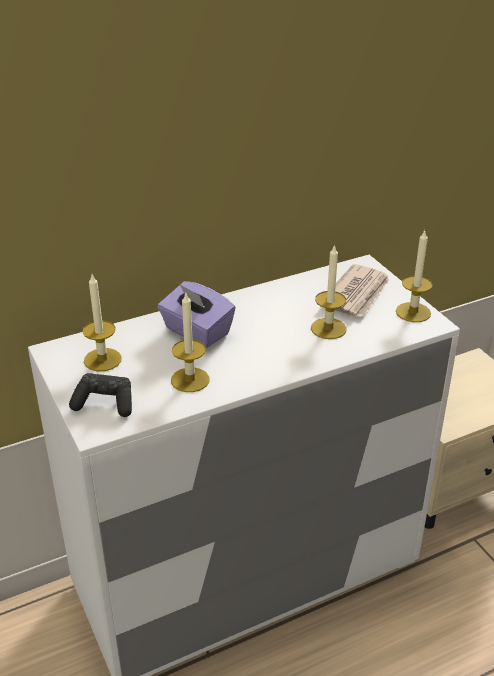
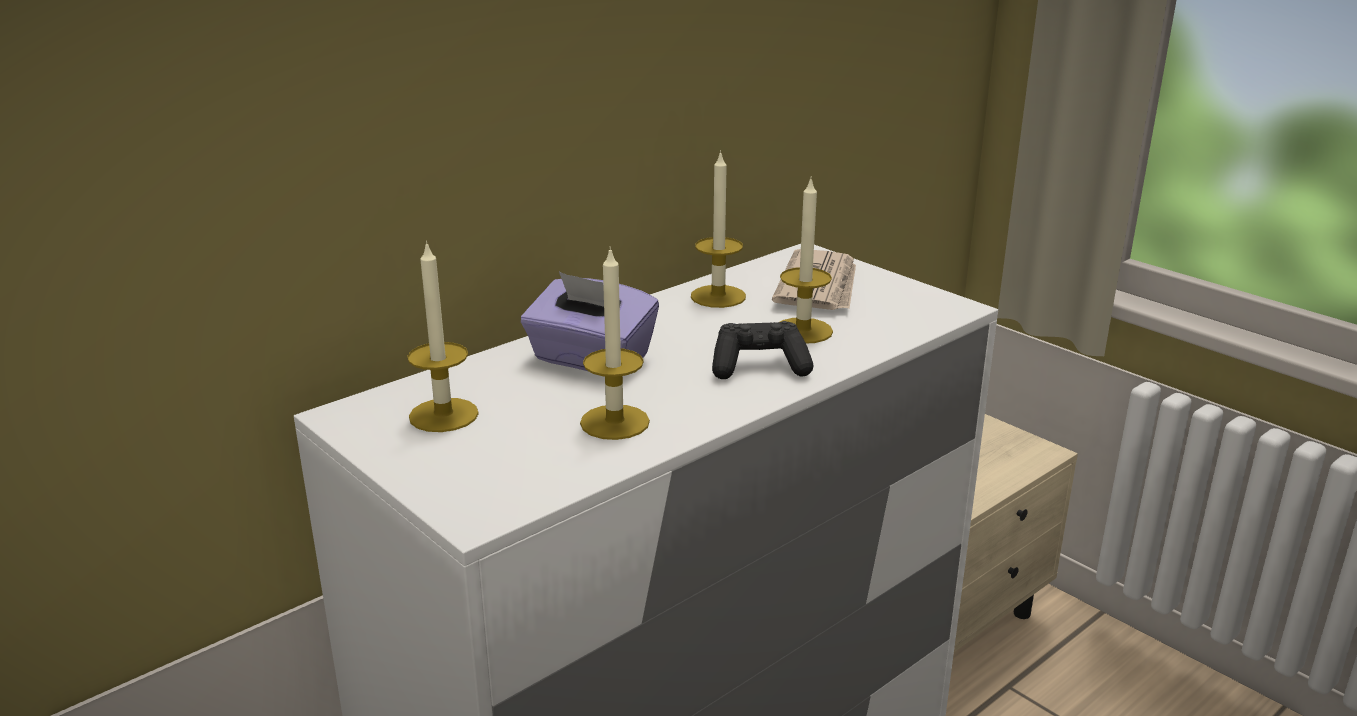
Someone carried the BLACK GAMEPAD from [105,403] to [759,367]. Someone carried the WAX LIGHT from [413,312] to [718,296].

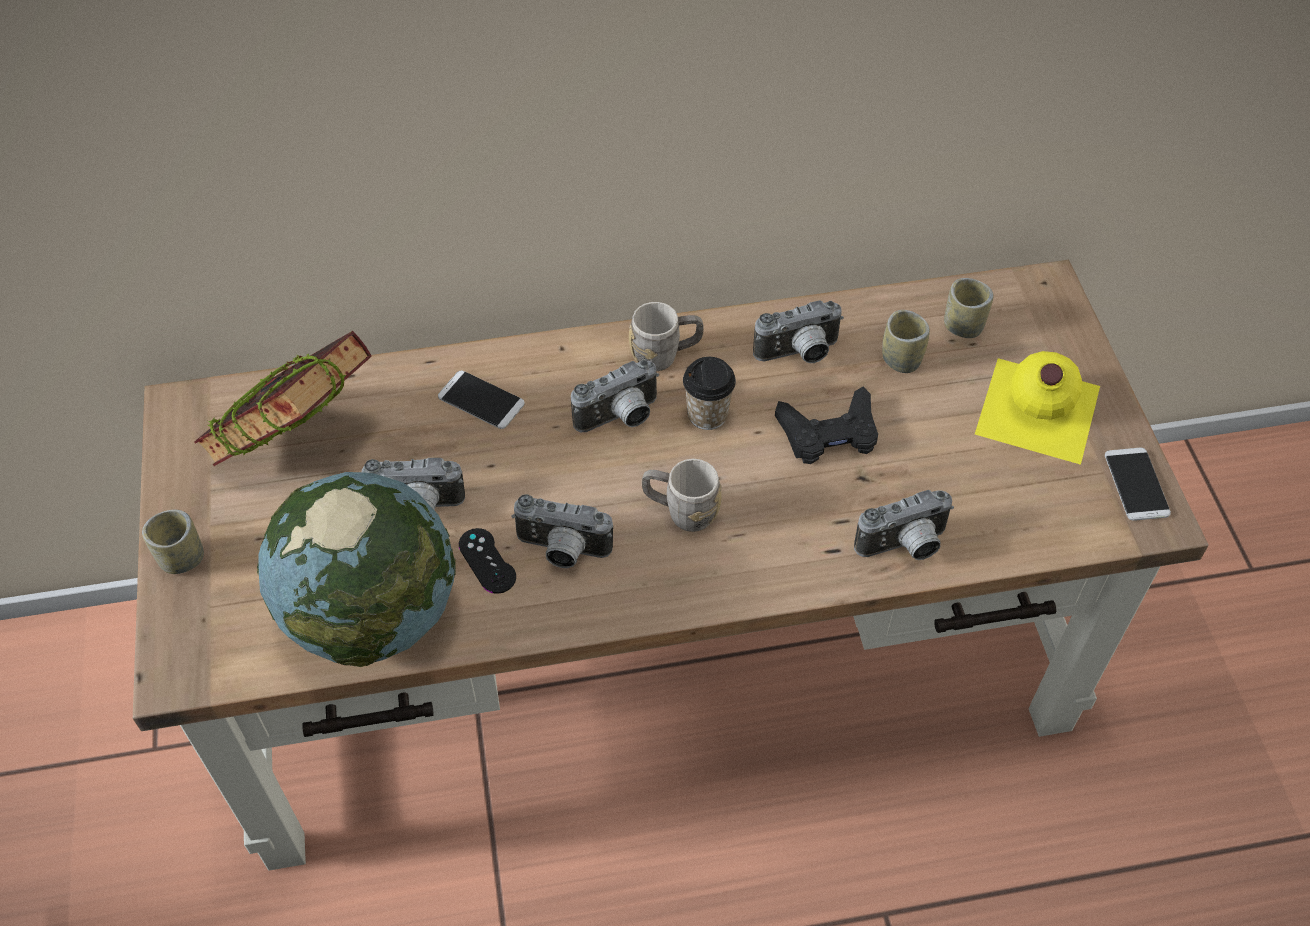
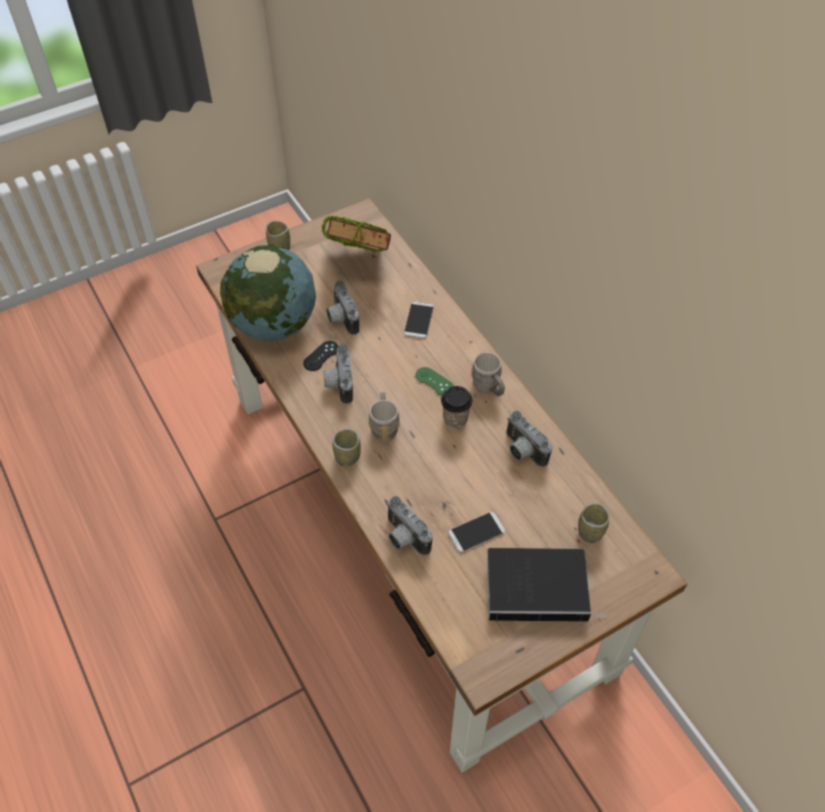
Someone took away the BLACK GAMEPAD at [829,433]. Someone carried the SMALL CUP from [901,359] to [347,457]. Someone carried the TELEPHONE from [1136,484] to [476,532]. Someone swapped the PHOTO CAMERA at [620,418] for the GREEN GAMEPAD at [434,381]. Someone swapped the YELLOWISH BOTTLE at [1035,410] for the BOOK at [539,587].

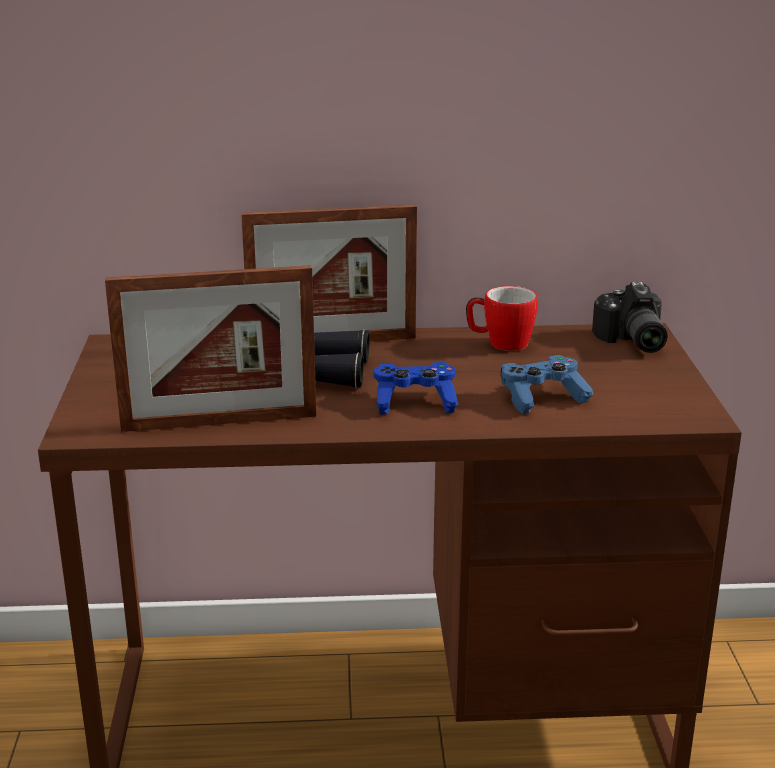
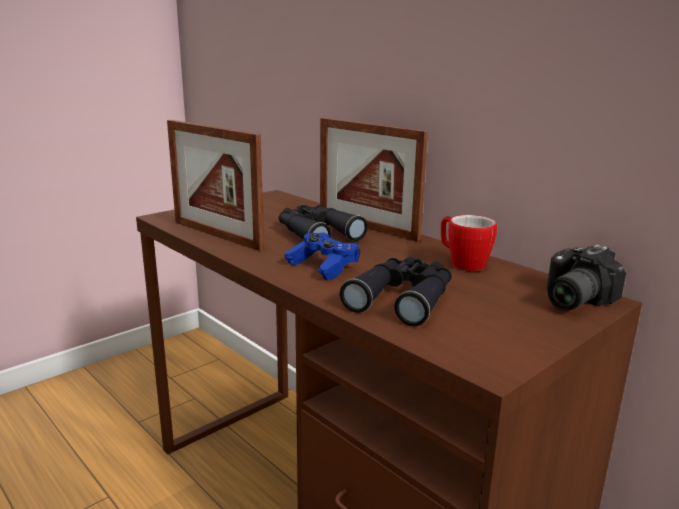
Someone swapped the BLUE GAMEPAD at [543,398] for the BLACK PAIR OF BINOCULARS at [403,299].

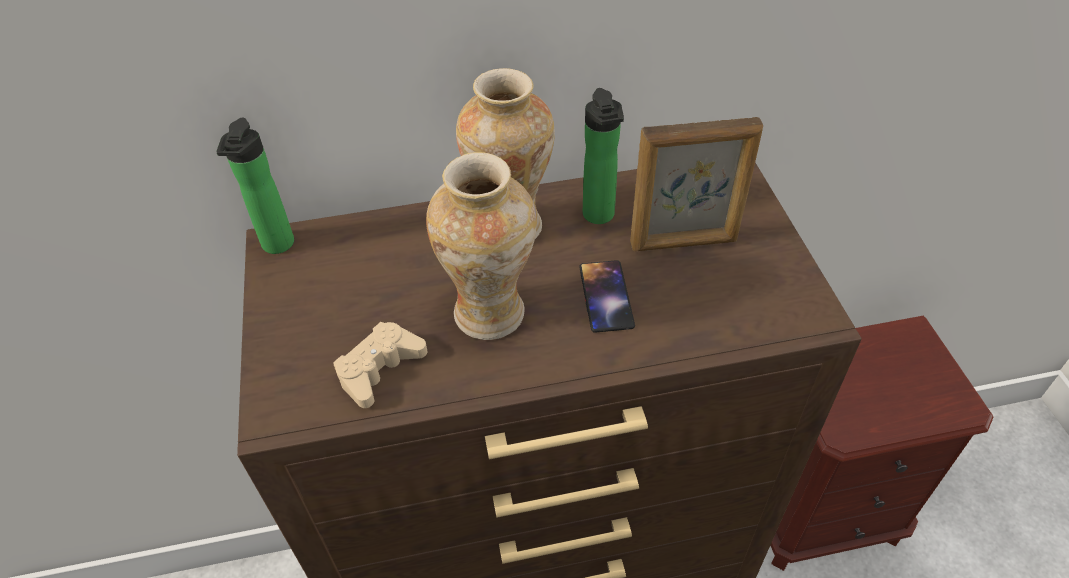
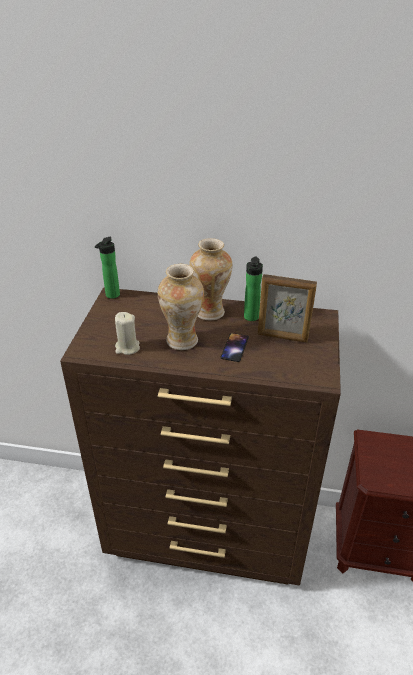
Someone swapped the SAND-COLOURED GAMEPAD at [379,369] for the SAND-COLOURED WAX LIGHT at [127,347].

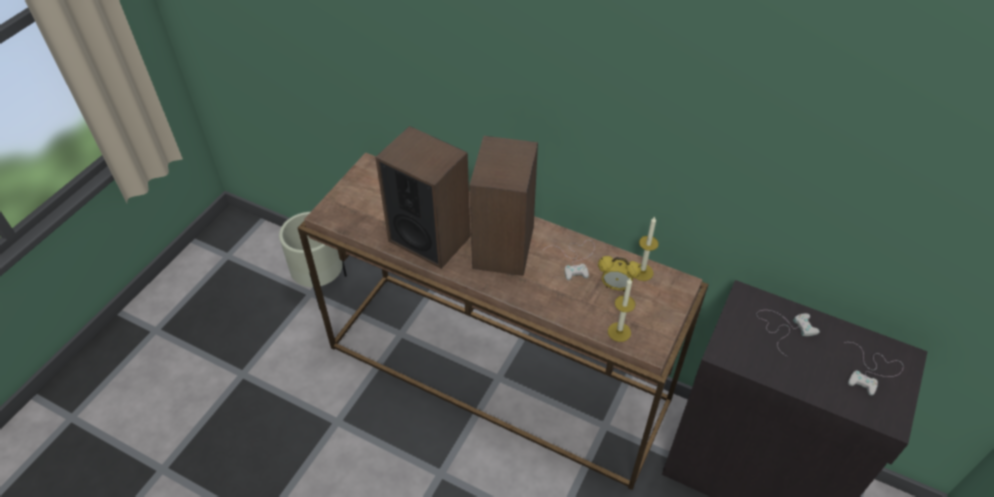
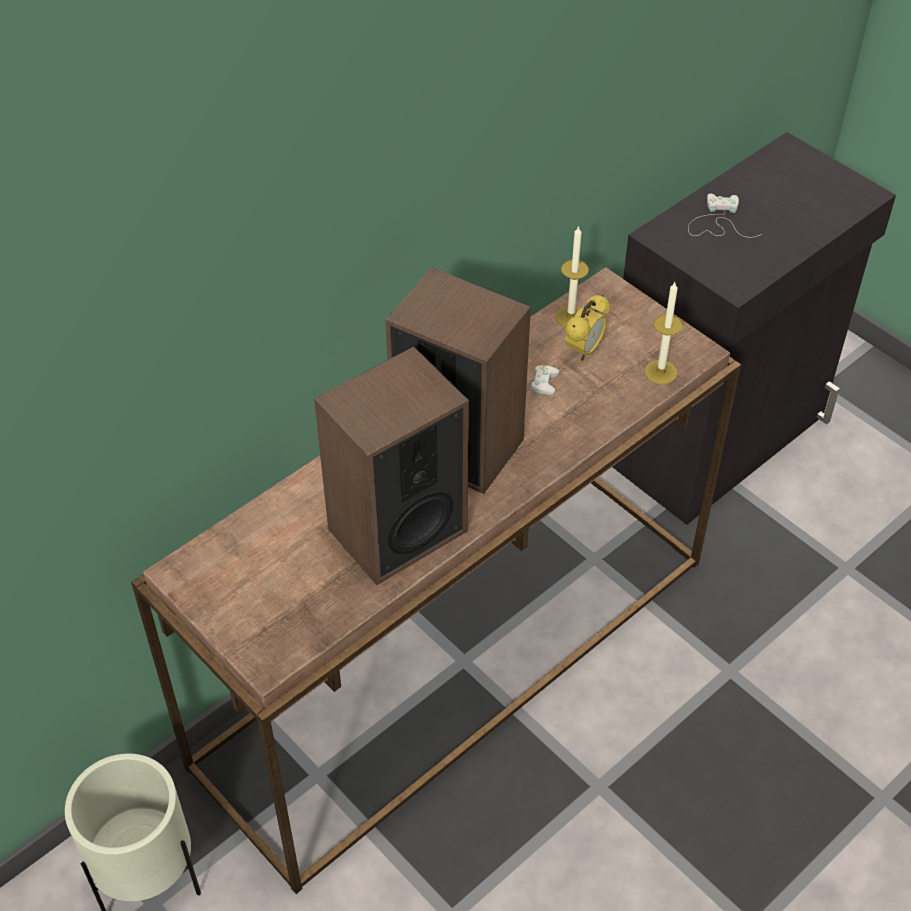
Someone took away the WHITISH GAMEPAD at [872,370].

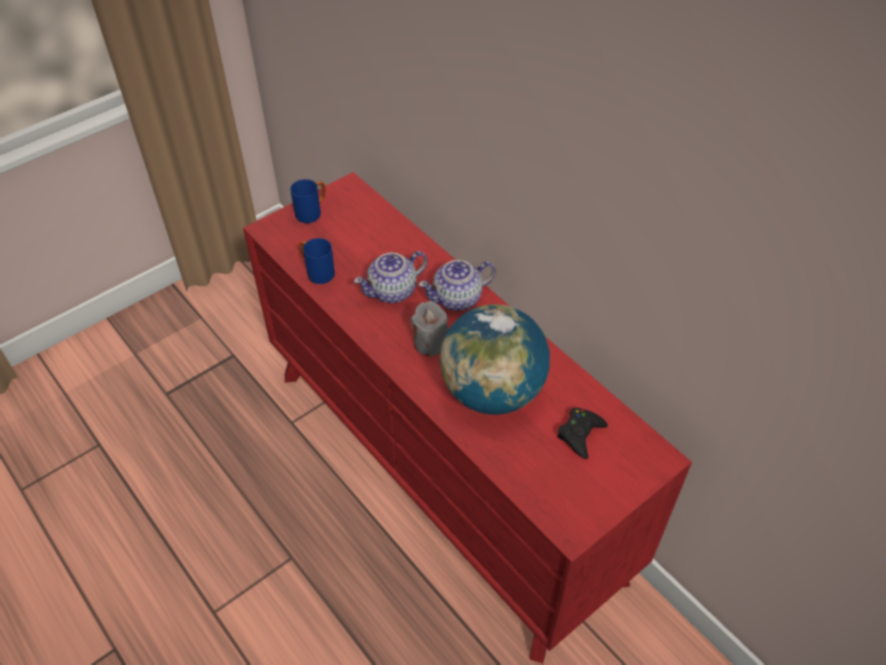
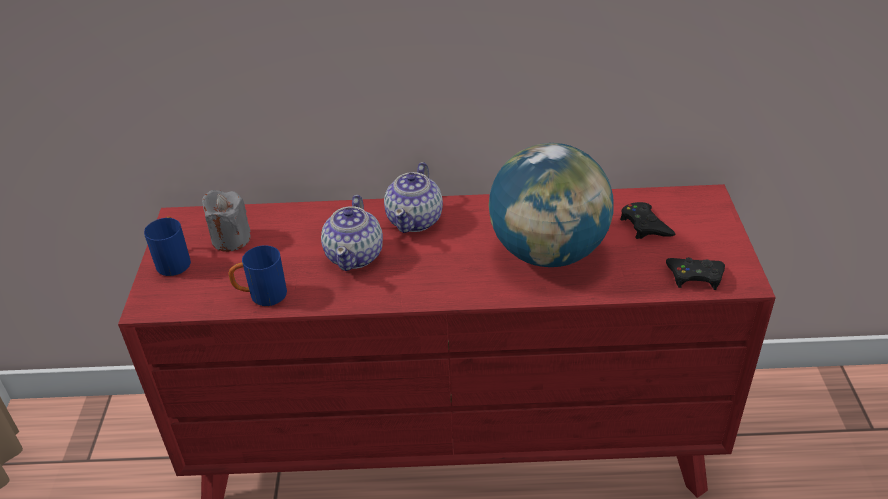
Someone put down the BLACK GAMEPAD at [695,276]. Someone carried the GREY WAX LIGHT from [430,343] to [231,239].

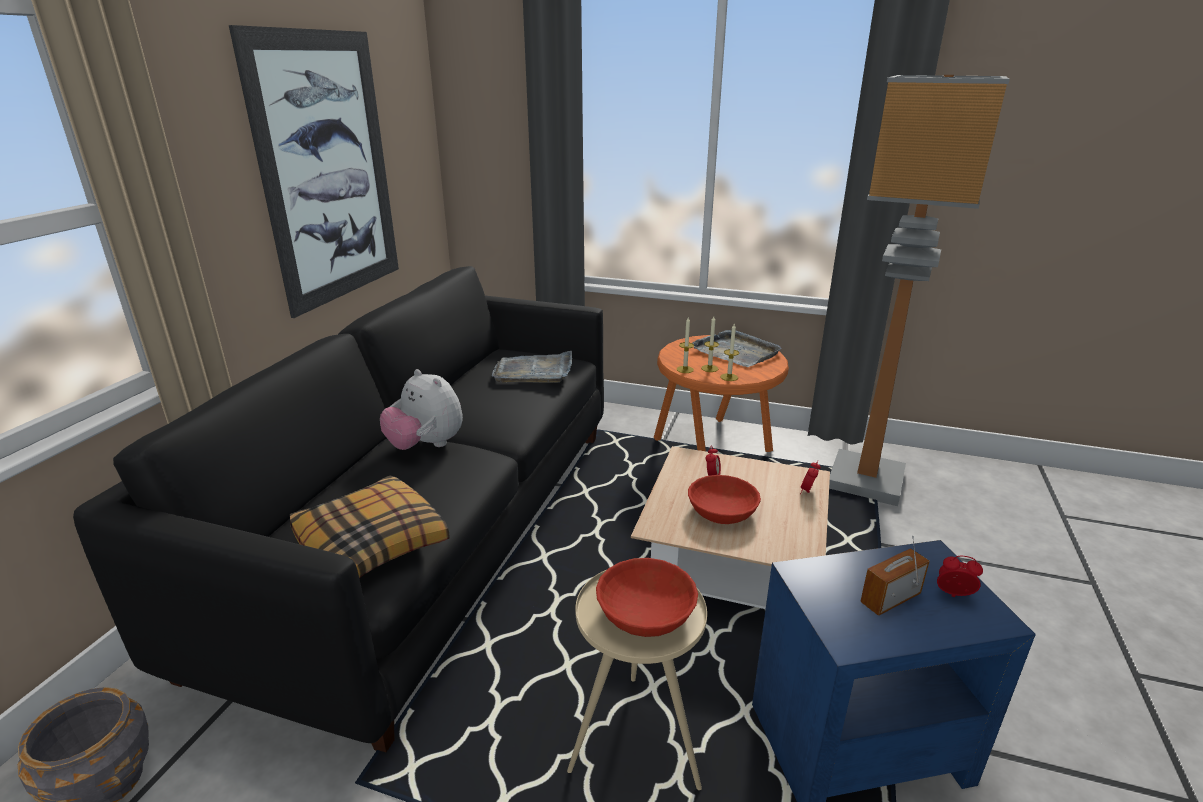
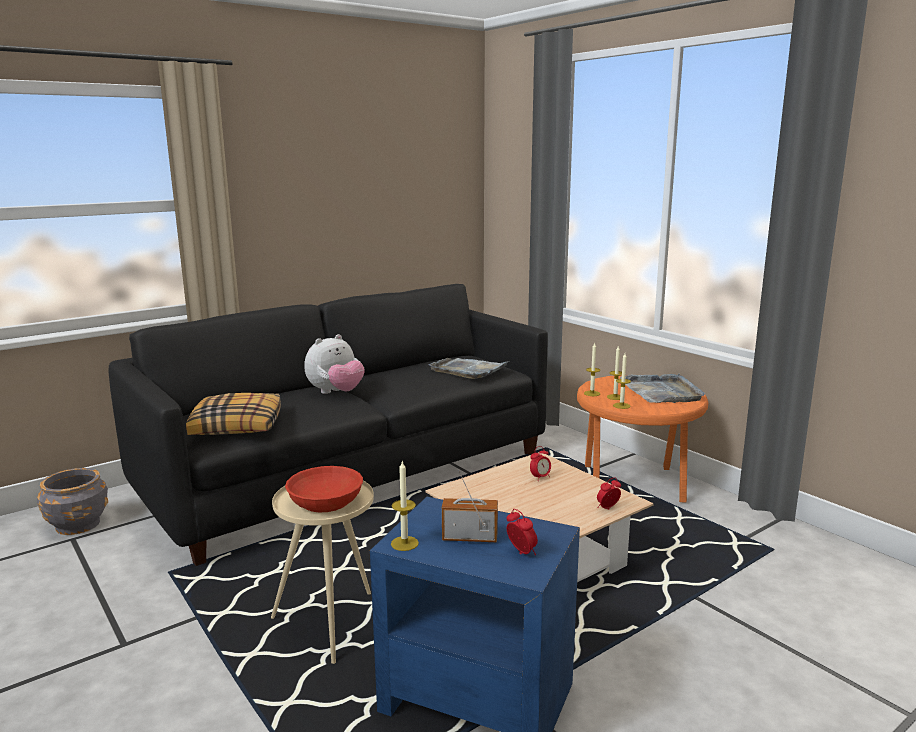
Someone took away the PICTURE at [328,170]. Someone took away the REDDISH DEEP DISH at [722,510]. Someone took away the STANDARD LAMP at [867,480]. Someone put down the WAX LIGHT at [404,543]. Someone rotated the PLUSH TOY at [426,445] by 120 degrees counterclockwise.

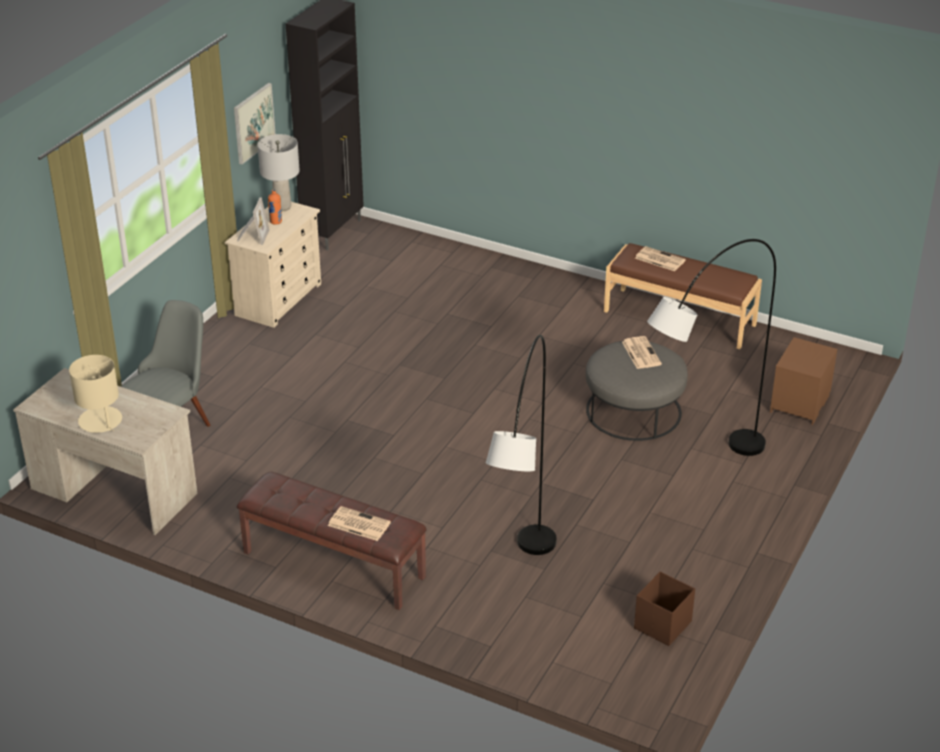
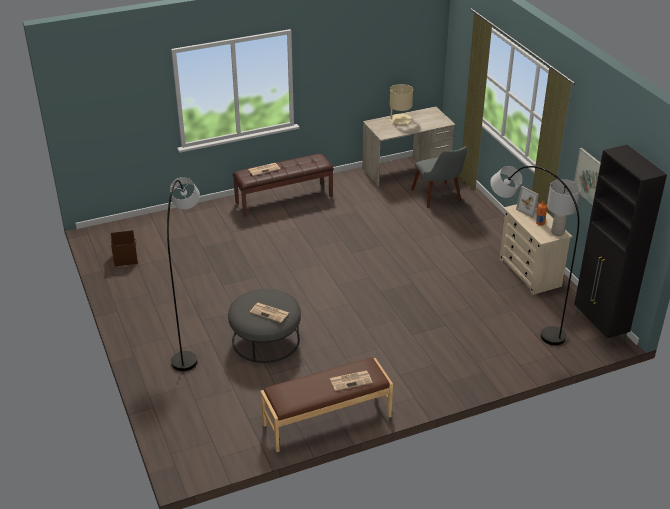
Someone took away the BROWN NIGHTSTAND at [800,405]. Someone carried the GREY STANDARD LAMP from [521,592] to [518,312].

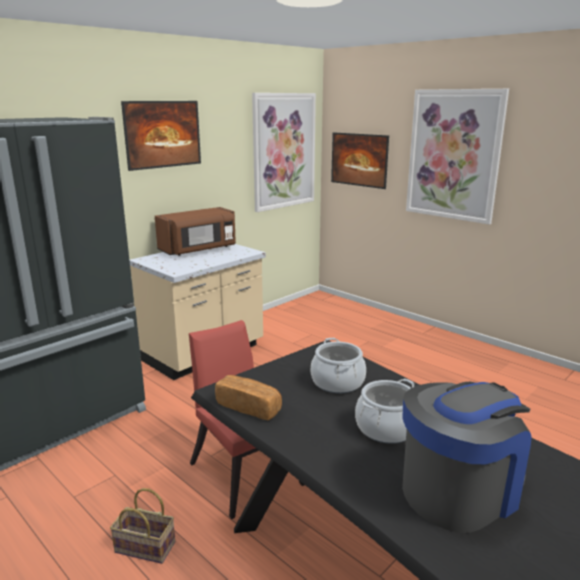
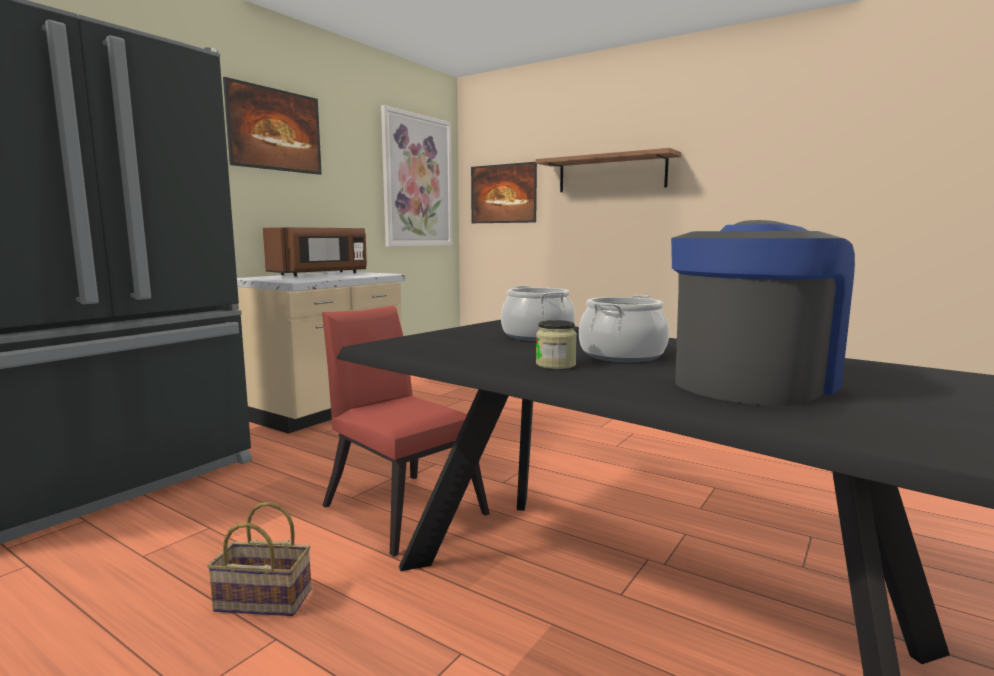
Someone took away the BAKERY BREAD at [249,407]. Someone put down the PRESERVE JAR at [555,365]. Someone swapped the PICTURE at [453,155] for the SHELF at [611,173].

